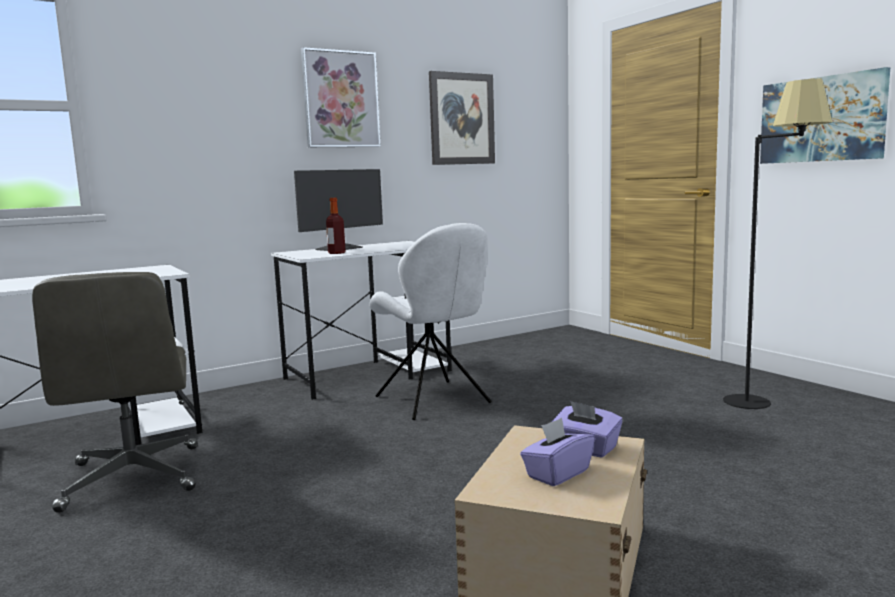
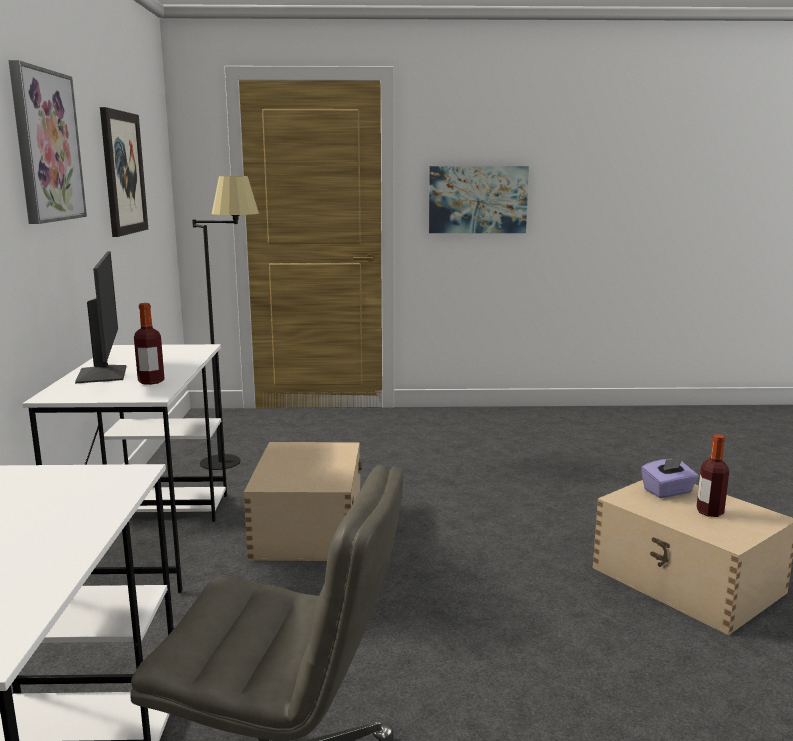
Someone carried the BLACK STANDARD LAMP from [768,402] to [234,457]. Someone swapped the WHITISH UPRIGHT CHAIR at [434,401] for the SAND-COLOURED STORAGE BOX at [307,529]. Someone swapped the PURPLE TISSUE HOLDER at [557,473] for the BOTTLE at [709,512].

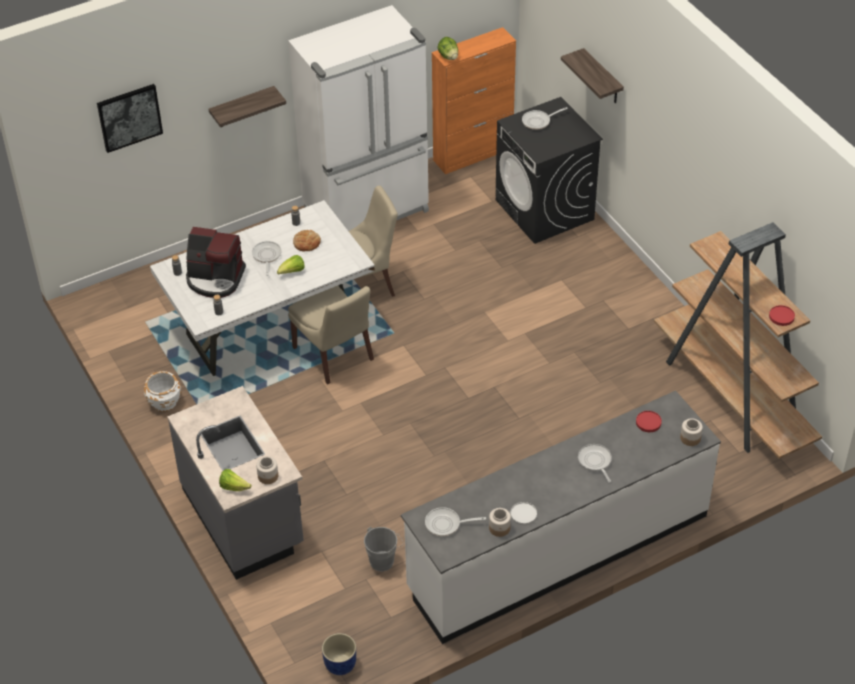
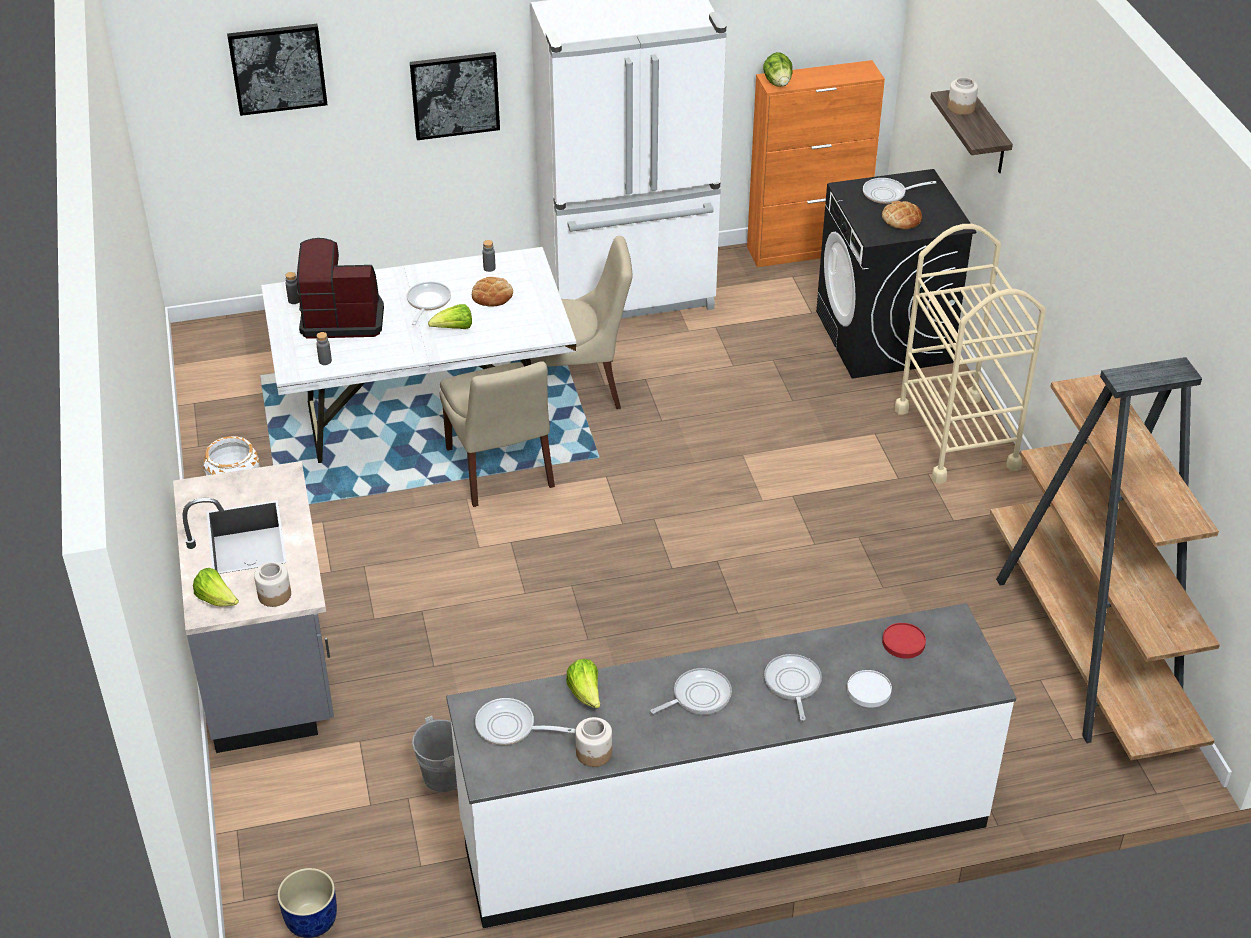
Someone took away the REDDISH FLAT DISH at [781,317]. Someone put down the HEAD OF LETTUCE at [585,694]. Someone put down the PAN at [698,696]. Someone put down the BAKERY BREAD at [901,219]. Someone put down the SAND-COLOURED TROLLEY at [956,438]. Someone carried the WHITISH FLAT DISH from [523,514] to [869,690]. Someone carried the PRESERVE JAR from [690,438] to [961,108]. Someone swapped the SHELF at [242,107] for the PICTURE at [455,95]. Someone rotated the COFFEE MACHINE at [215,279] by 150 degrees clockwise.

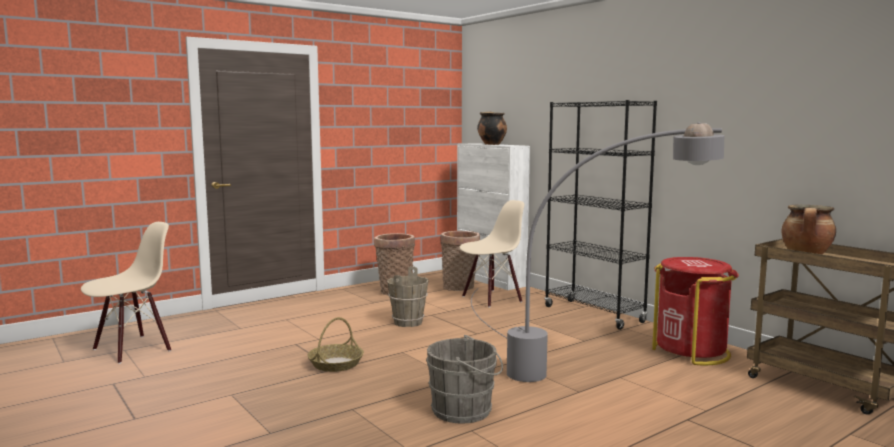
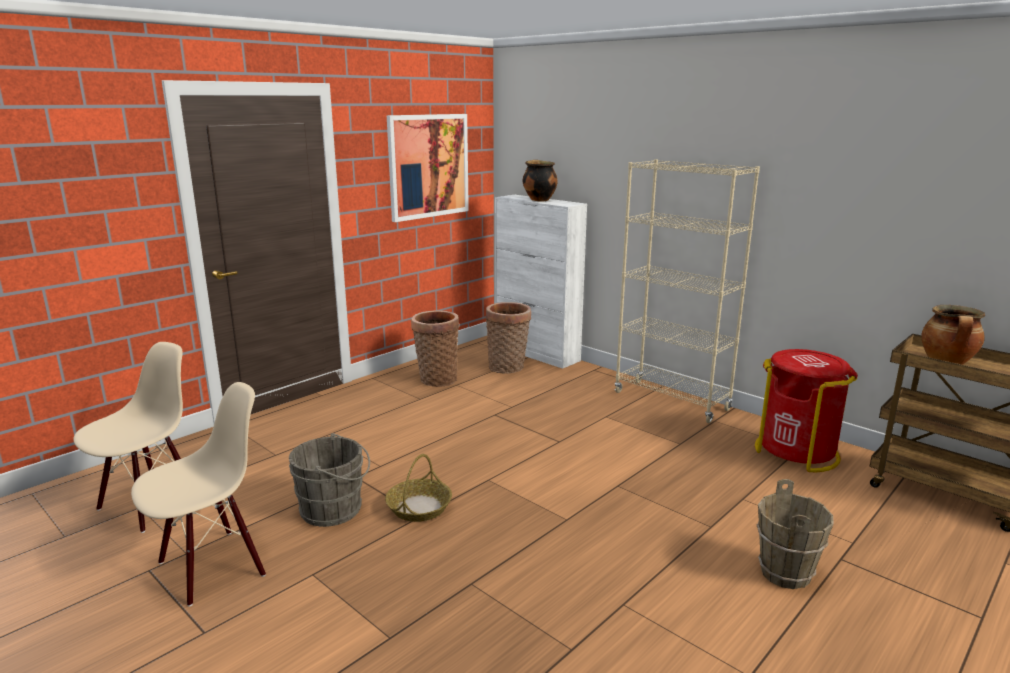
Someone took away the GREY STANDARD LAMP at [576,371]. Someone put up the PICTURE at [428,166]. Someone carried the BROWN WATER BUCKET from [408,322] to [786,573]. Someone carried the GREY WATER BUCKET from [465,411] to [335,510]. Someone carried the SAND-COLOURED UPRIGHT CHAIR from [491,298] to [212,567]. Someone repainted the BLACK BOOKSHELF at [594,314], which became the SAND-COLOURED BOOKSHELF at [671,401].

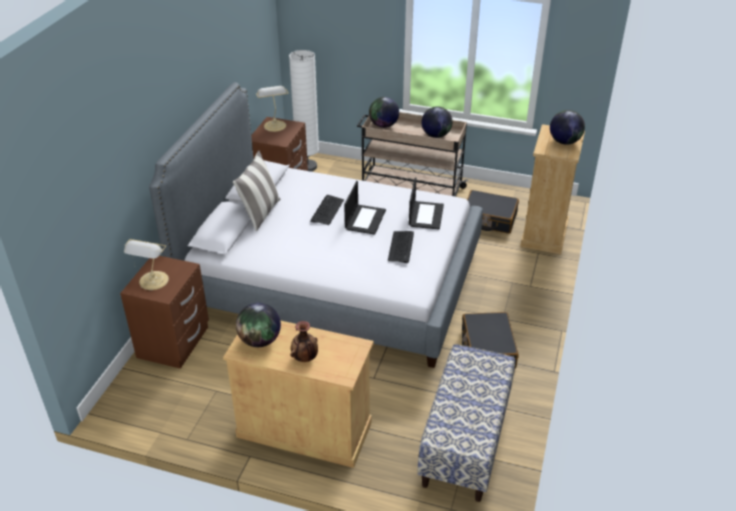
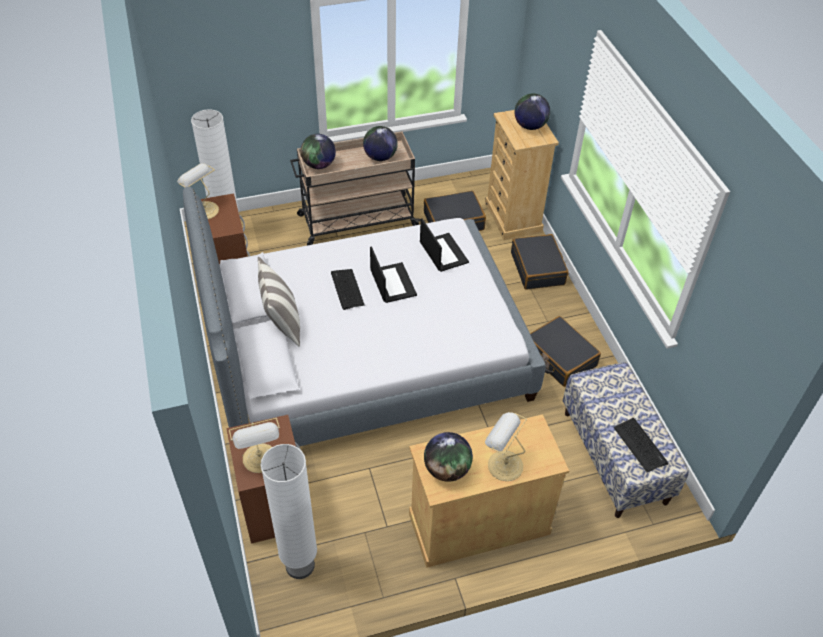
Someone put down the WHITISH STANDARD LAMP at [300,565]. Someone put down the BLACK SUITCASE at [538,268]. Someone carried the PC KEYBOARD from [401,247] to [640,445]. Someone swapped the FLOWER VASE at [305,358] for the LAMP FOR A TABLE at [503,465].

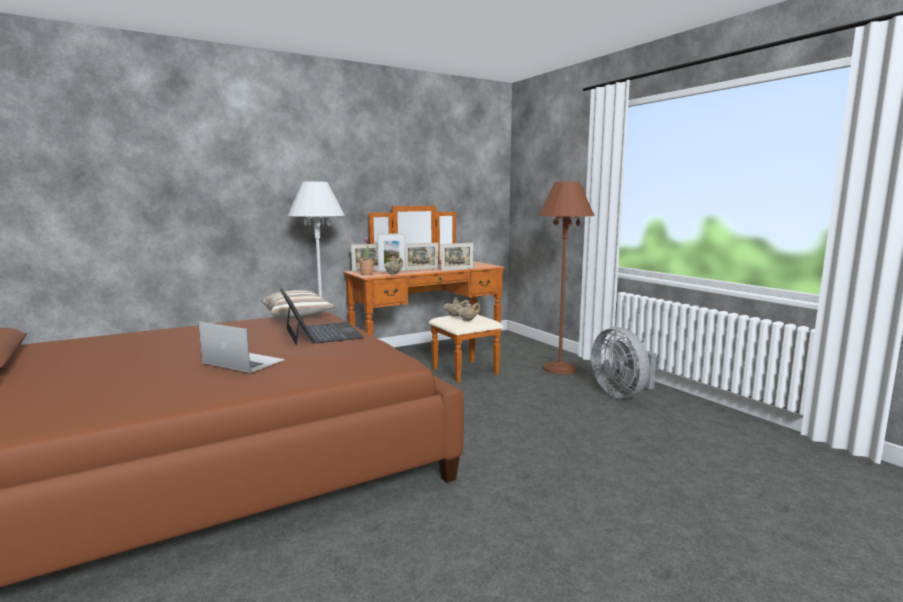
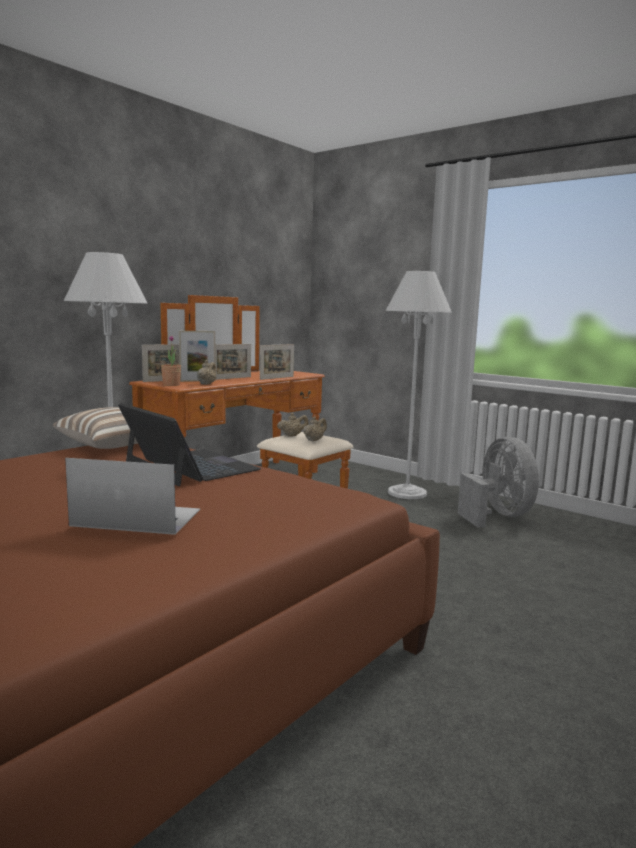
Someone repainted the BROWN STANDARD LAMP at [559,369], which became the WHITISH STANDARD LAMP at [407,493]. Someone rotated the GREY FAN at [622,394] by 150 degrees counterclockwise.

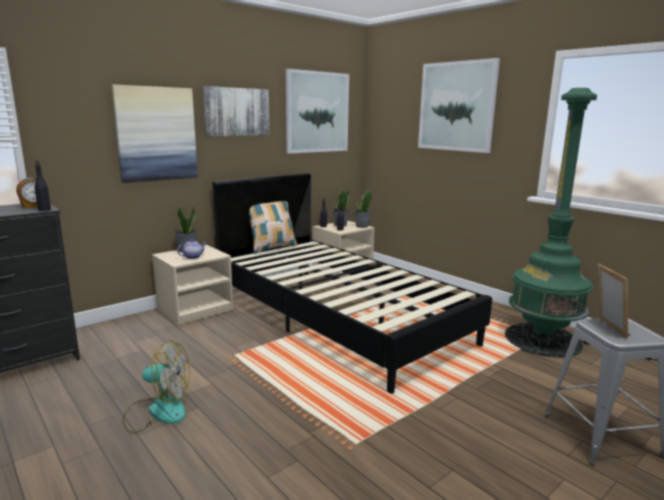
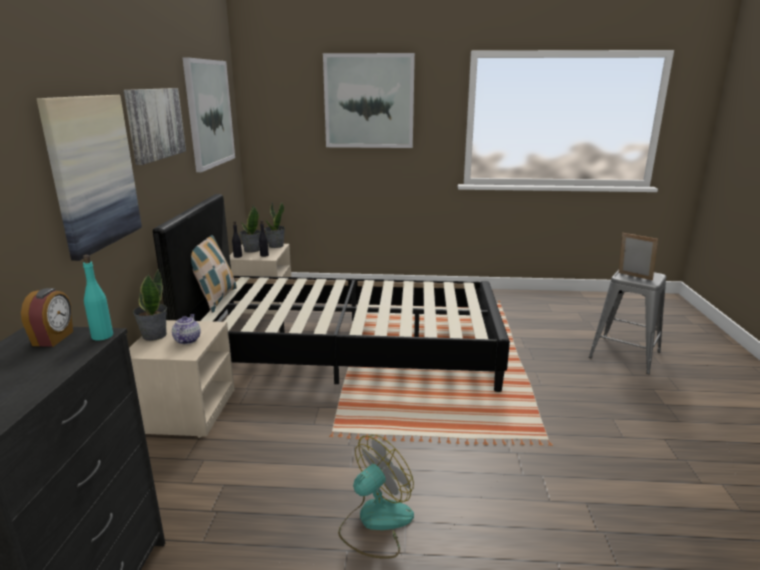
Someone took away the GREEN STANDARD LAMP at [542,339]. Someone repainted the BLACK BOTTLE at [44,210], which became the BLUE-GREEN BOTTLE at [102,336].

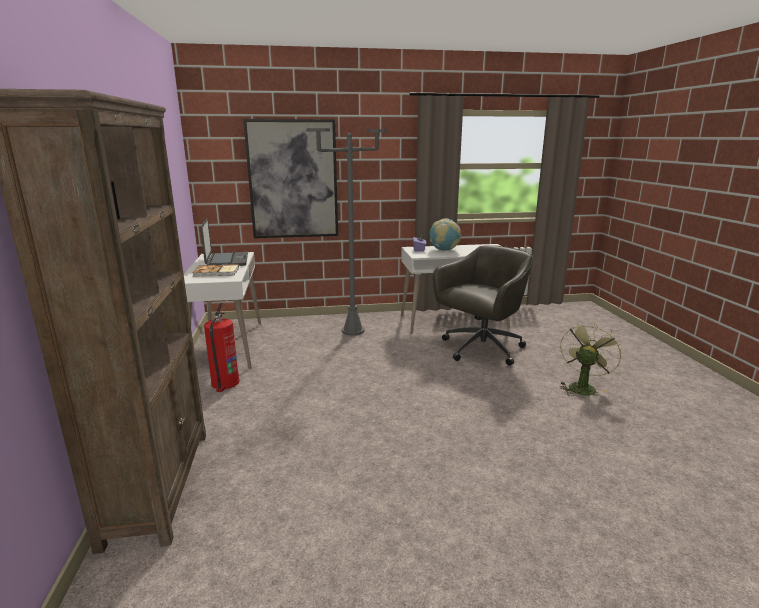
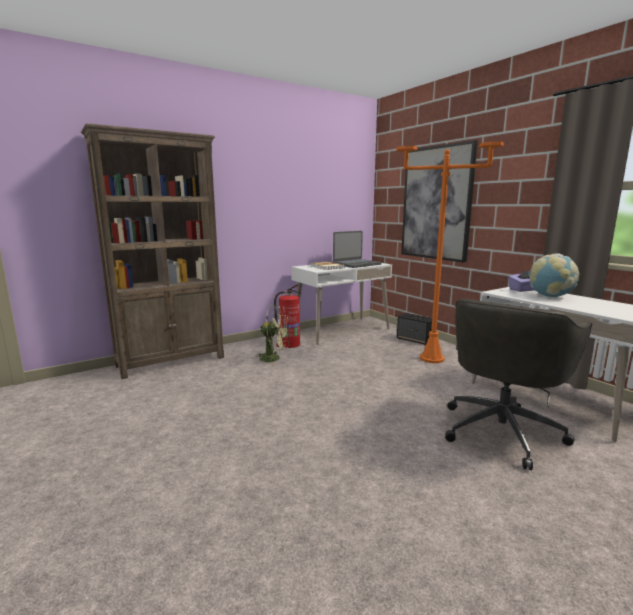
Someone put down the LOUDSPEAKER at [415,340]. Someone carried the GREEN FAN from [582,386] to [274,358]. Someone repainted the GREY STANDARD LAMP at [352,331], which became the ORANGEY STANDARD LAMP at [431,358]. Someone rotated the GREY COMPUTER CHAIR at [480,349] by 105 degrees clockwise.

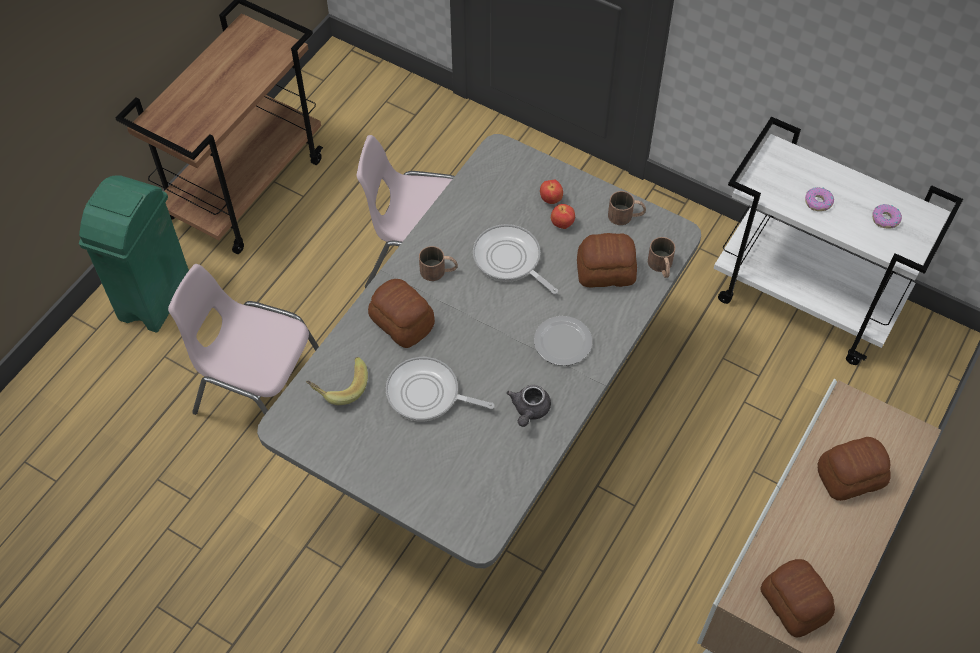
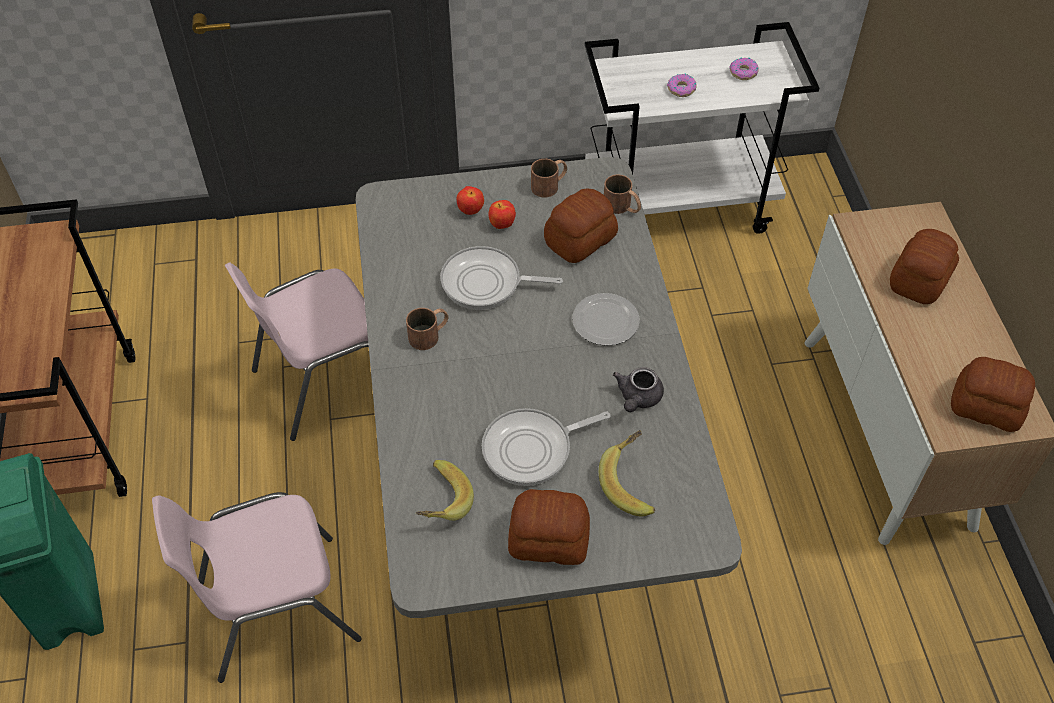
Someone put down the WHOLE BANANA at [632,483]. Someone carried the BAKERY BREAD from [402,321] to [548,538]. Someone rotated the GREY TEA POT at [529,410] by 45 degrees clockwise.

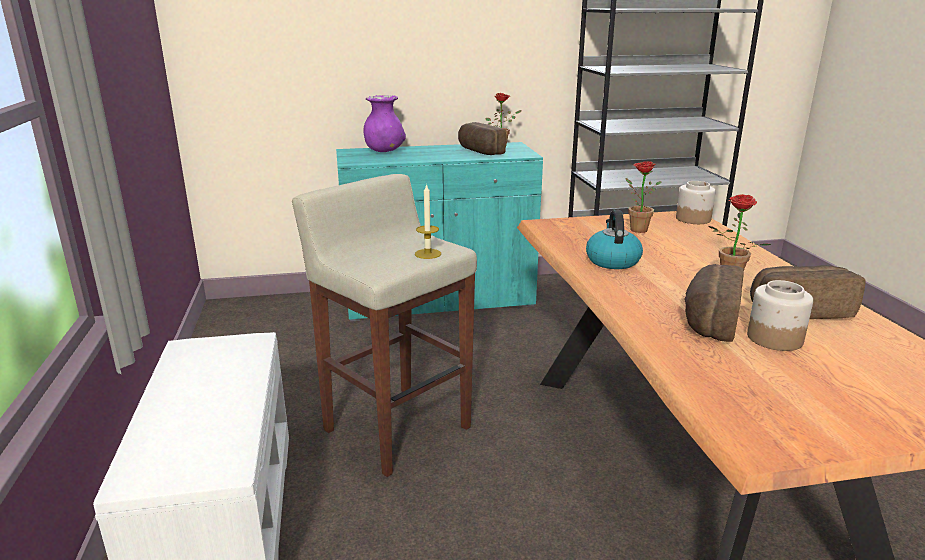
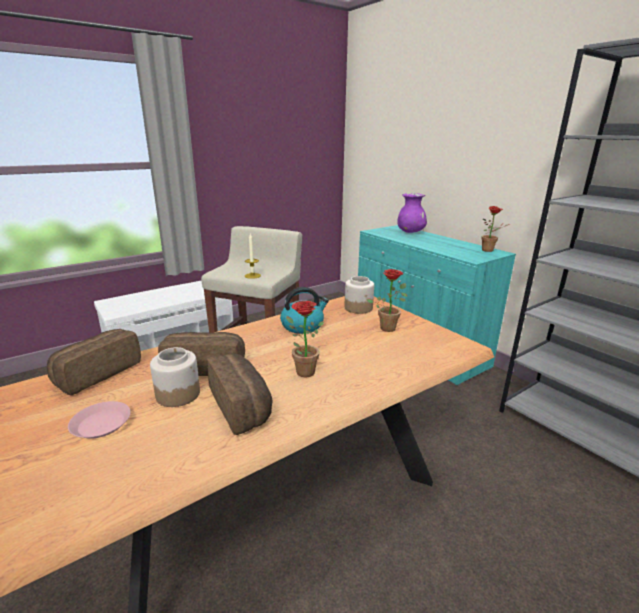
Someone put down the PINKISH FLAT DISH at [101,424]. Someone carried the BAKERY BREAD from [479,151] to [97,373]. Someone carried the PRESERVE JAR from [693,219] to [358,308].

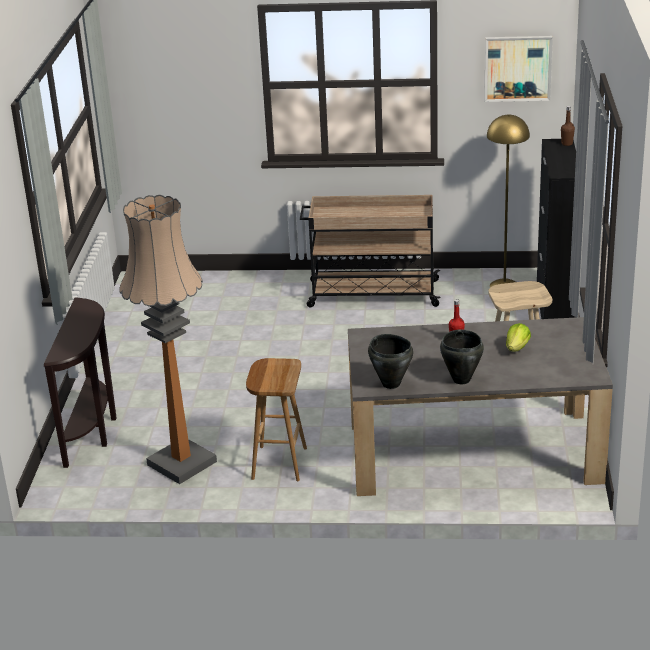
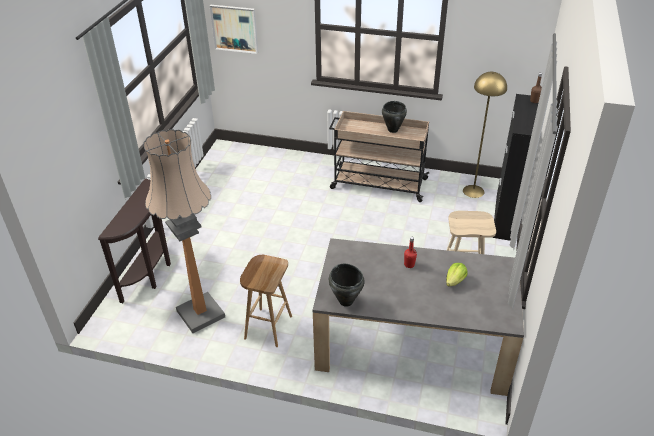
Someone carried the BLACK STOCKPOT from [461,380] to [392,130]. Someone carried the PICTURE from [517,68] to [234,28].

